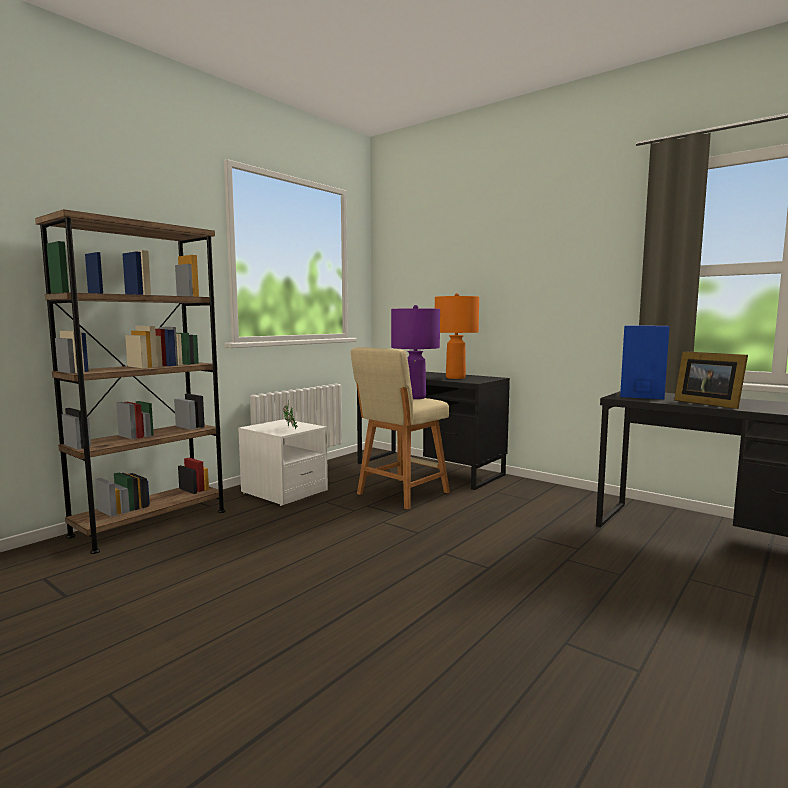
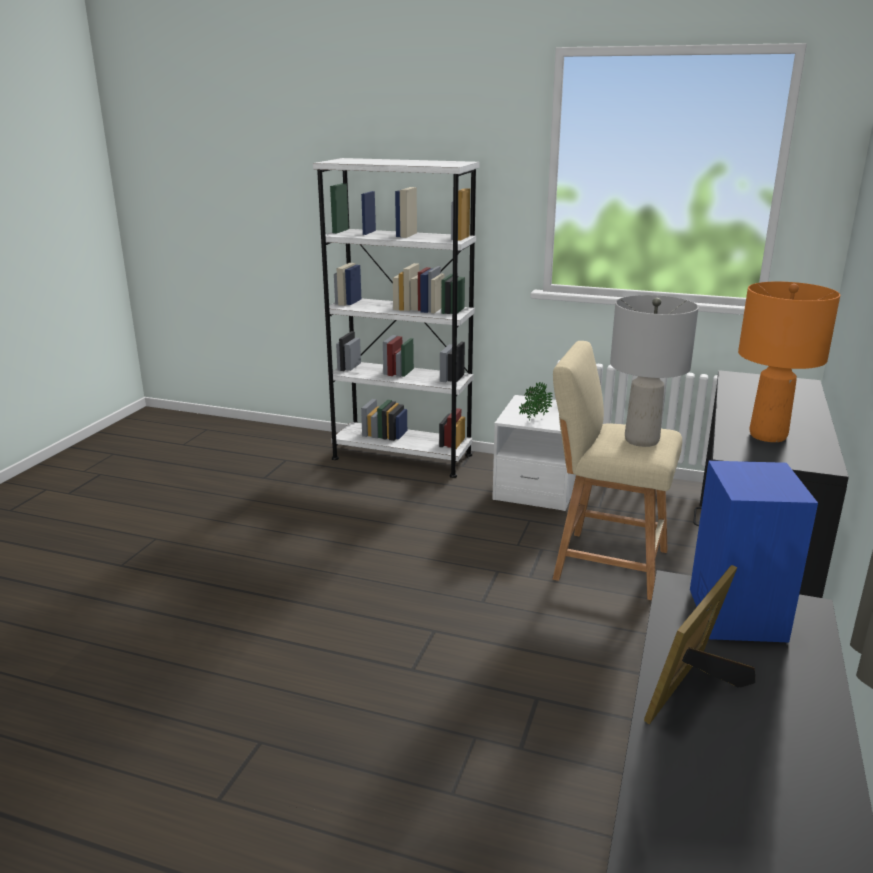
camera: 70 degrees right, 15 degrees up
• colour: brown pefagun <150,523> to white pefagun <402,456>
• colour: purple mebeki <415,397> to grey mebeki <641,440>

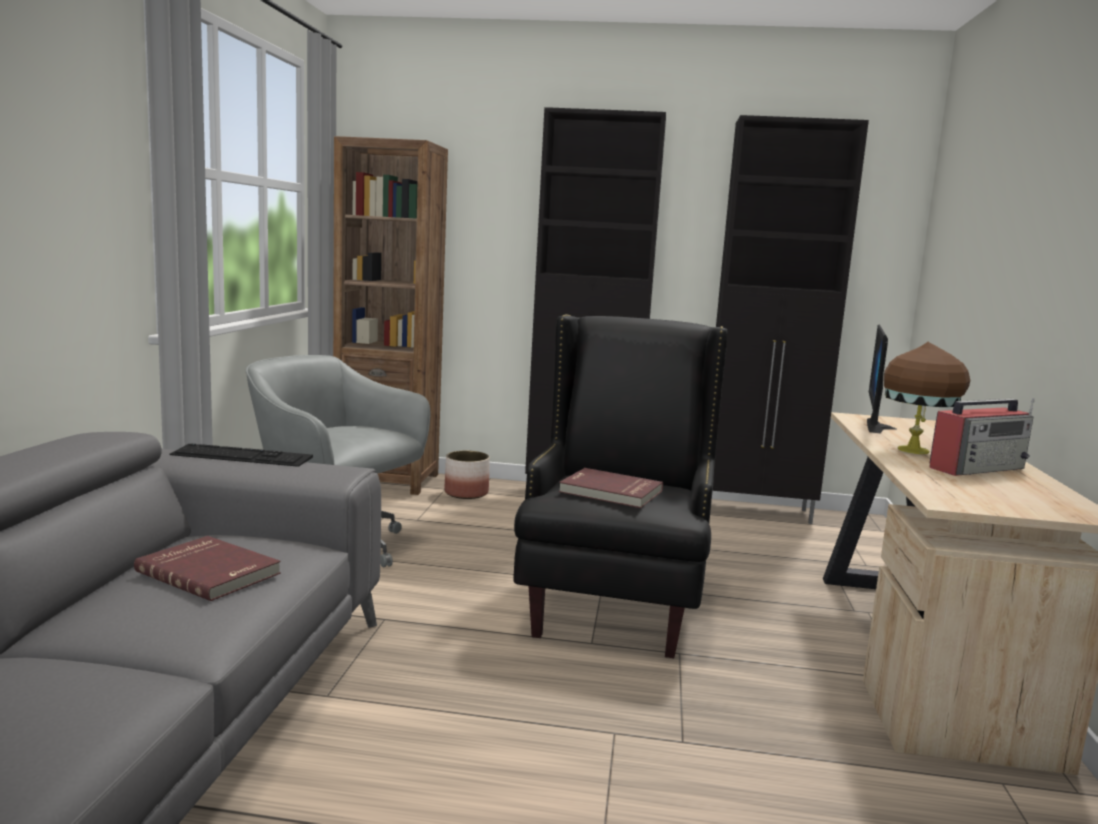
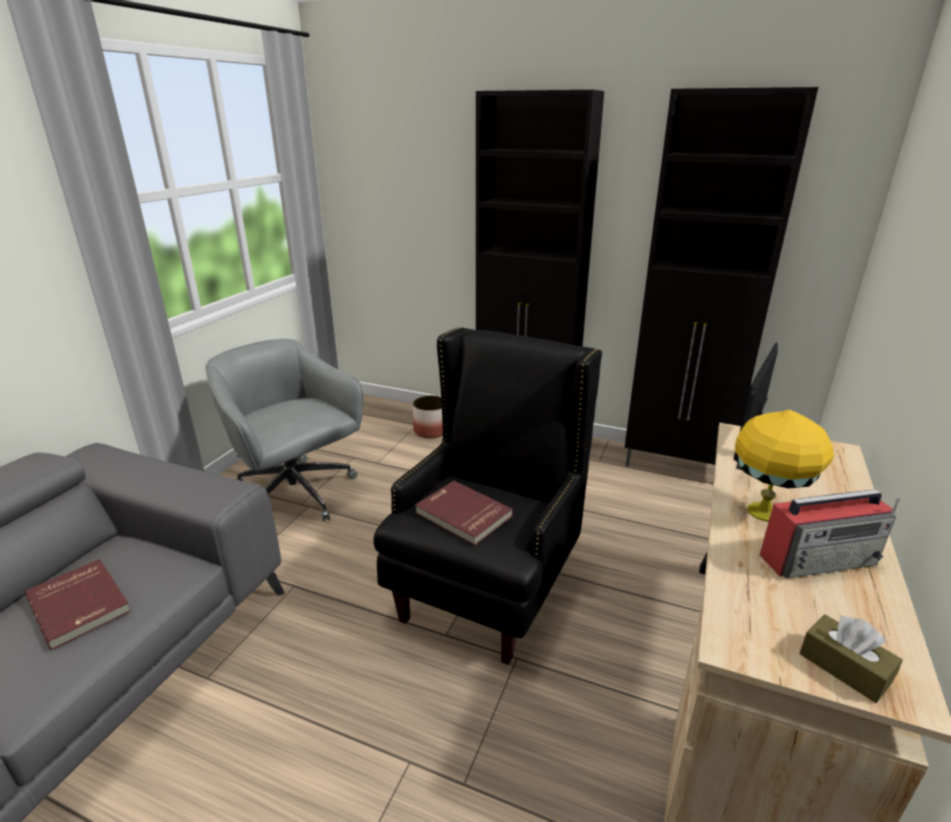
camera: 15 degrees right, 15 degrees up
• missing: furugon <242,456>
• missing: brown pefagun <387,480>
• colour: brown mebeki <915,450> to yellow mebeki <765,512>
• appeared: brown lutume <844,667>

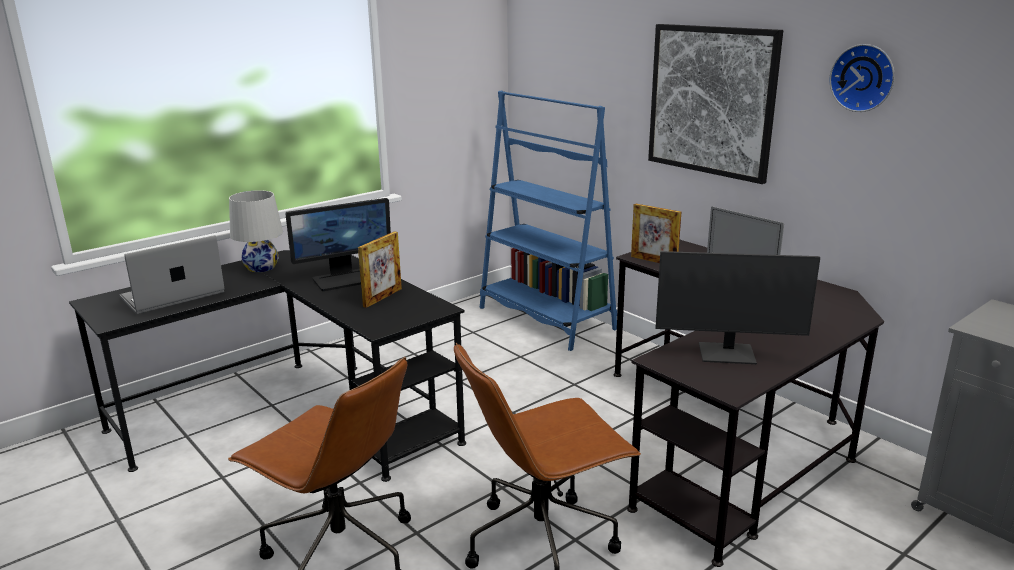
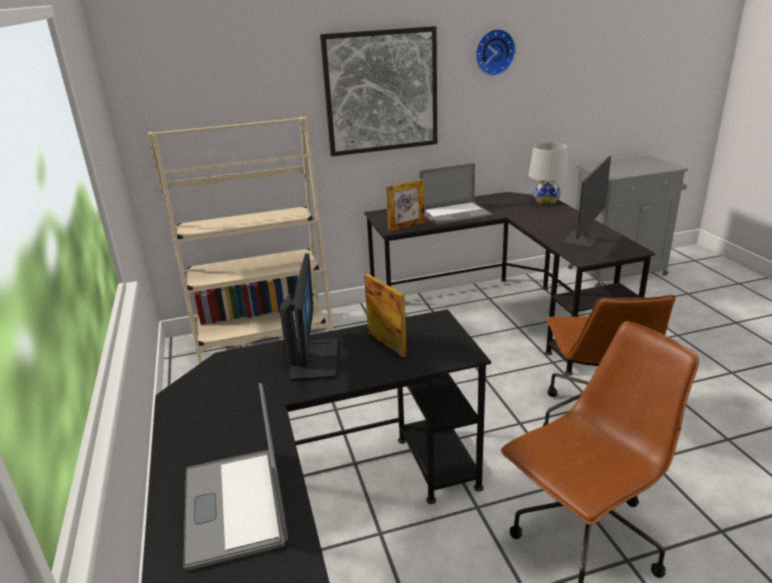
camera: 65 degrees left, 5 degrees up
• relocated: white mebeki <261,267> to <546,201>
• colour: blue pefagun <546,318> to beige pefagun <263,337>

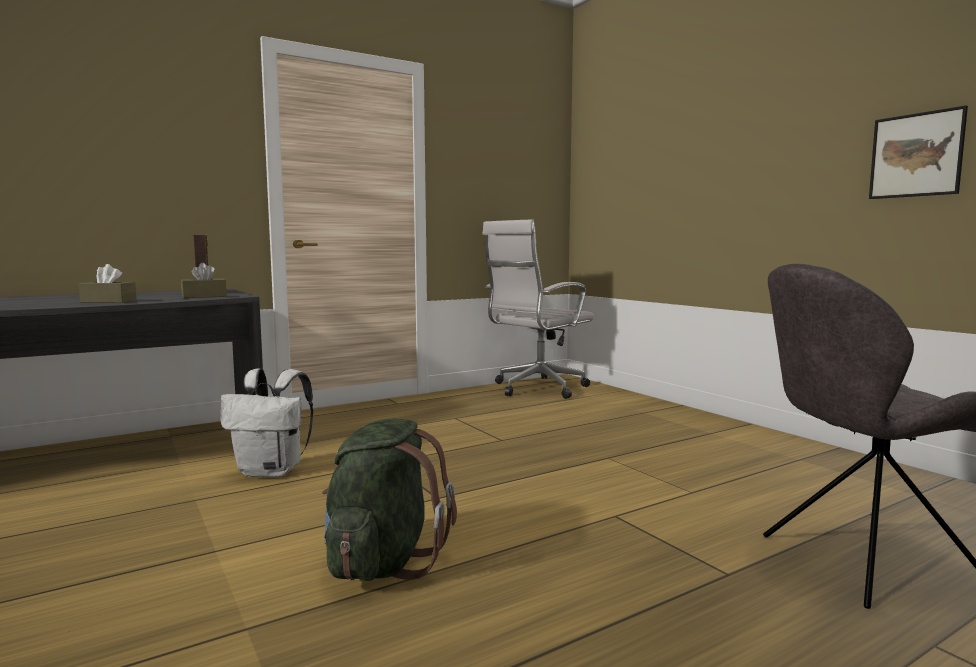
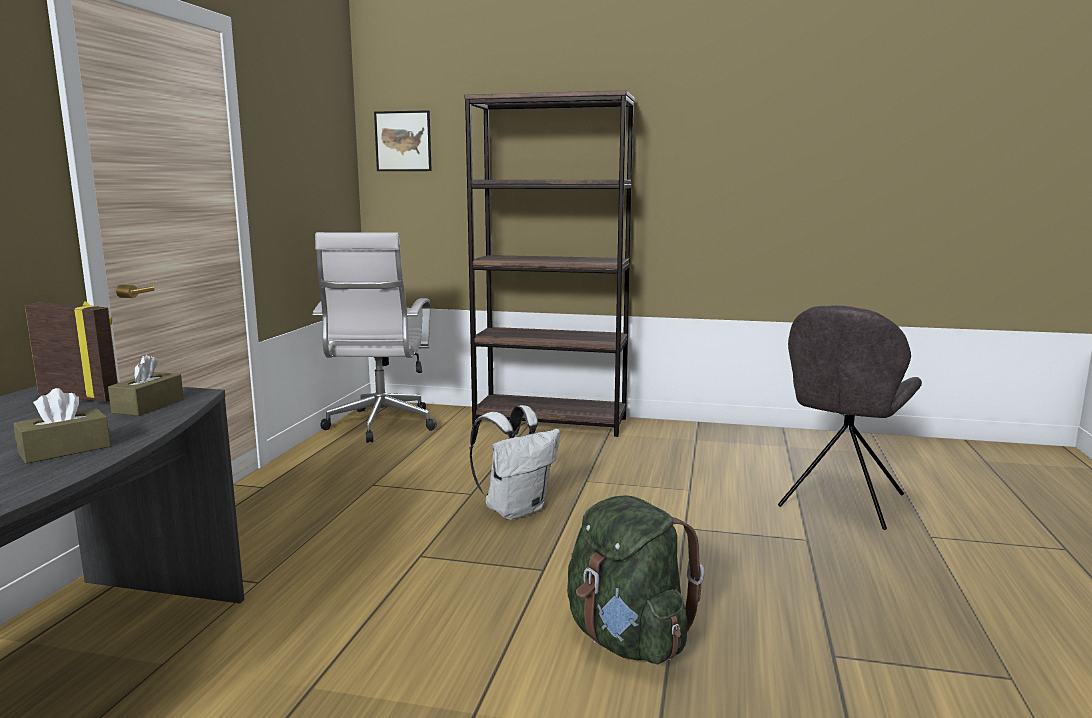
camera: 45 degrees left, 5 degrees up
• relocated: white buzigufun <272,471> to <516,510>
• relocated: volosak <916,155> to <403,141>
• appeared: brown pefagun <551,422>

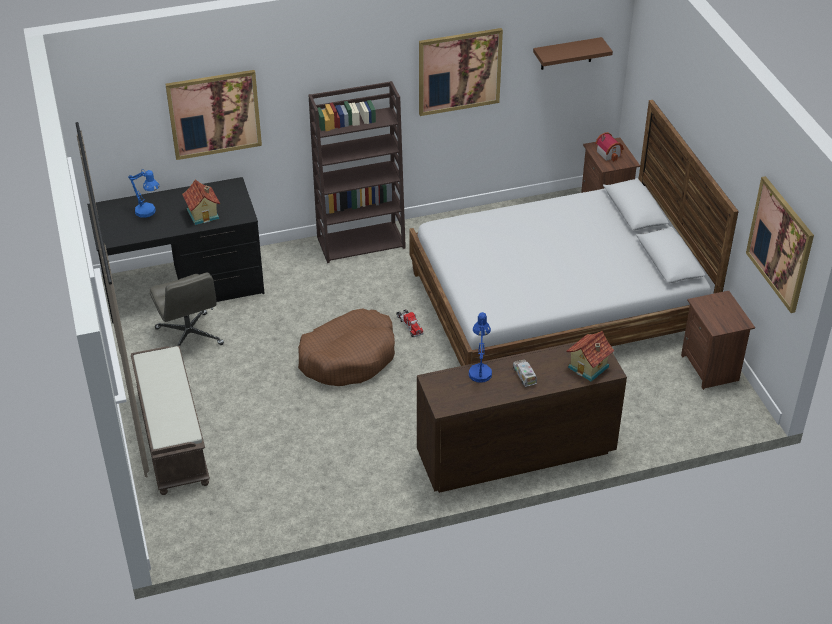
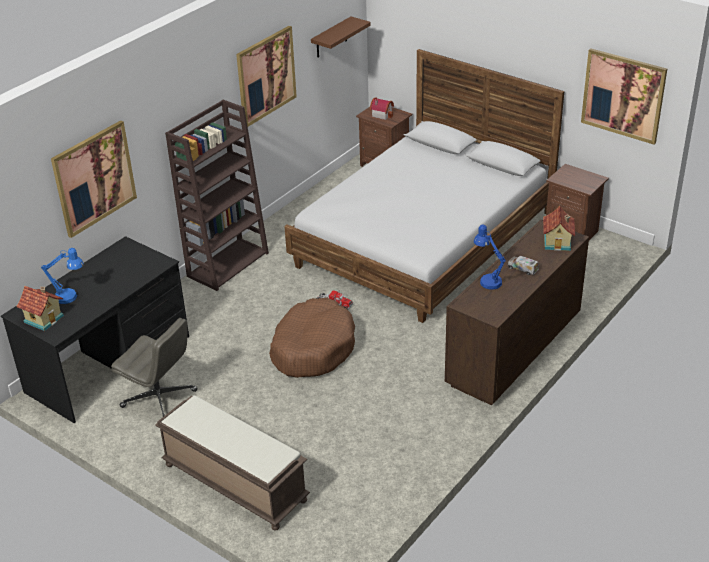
camera: 35 degrees left, 5 degrees down
• relocated: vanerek <203,214> to <44,318>

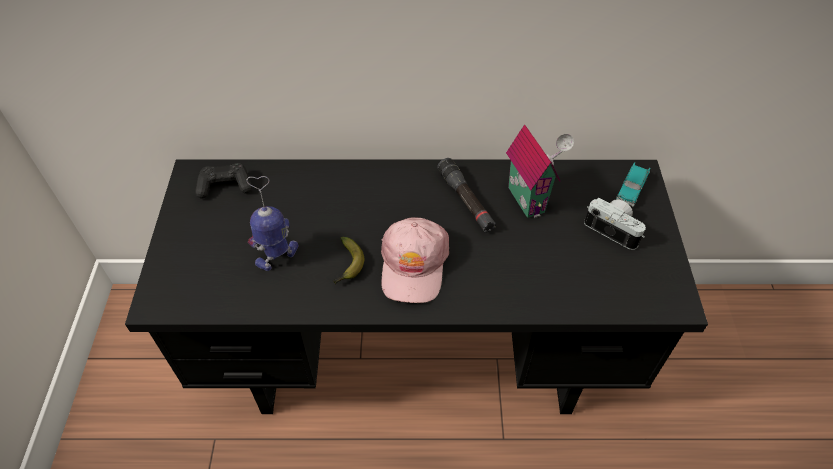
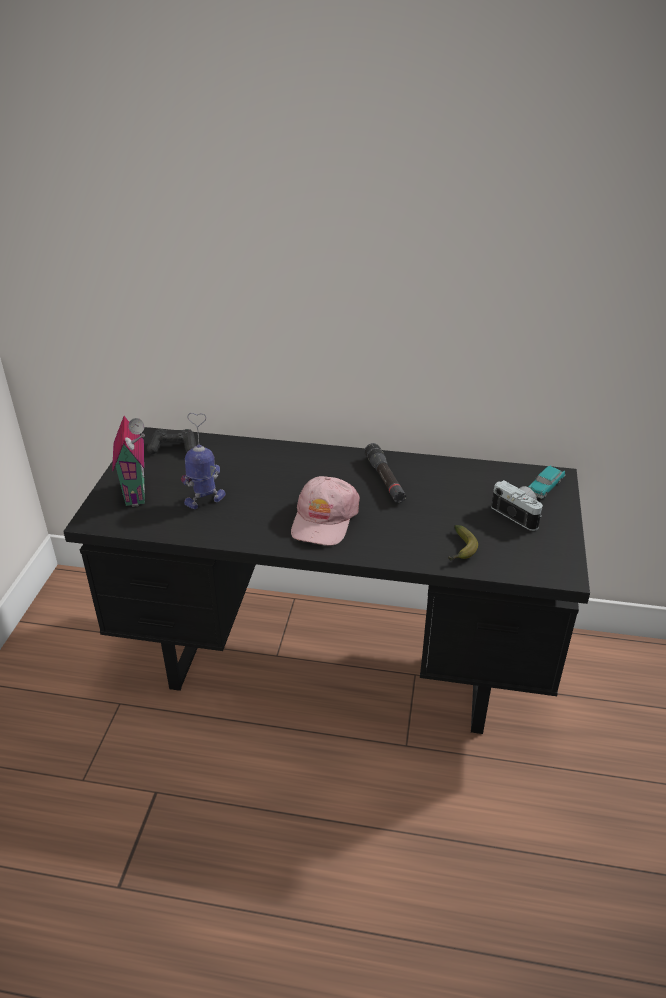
camera: 10 degrees right, 15 degrees down
• relocated: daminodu <347,265> to <460,550>
• relocated: vanerek <529,199> to <138,492>

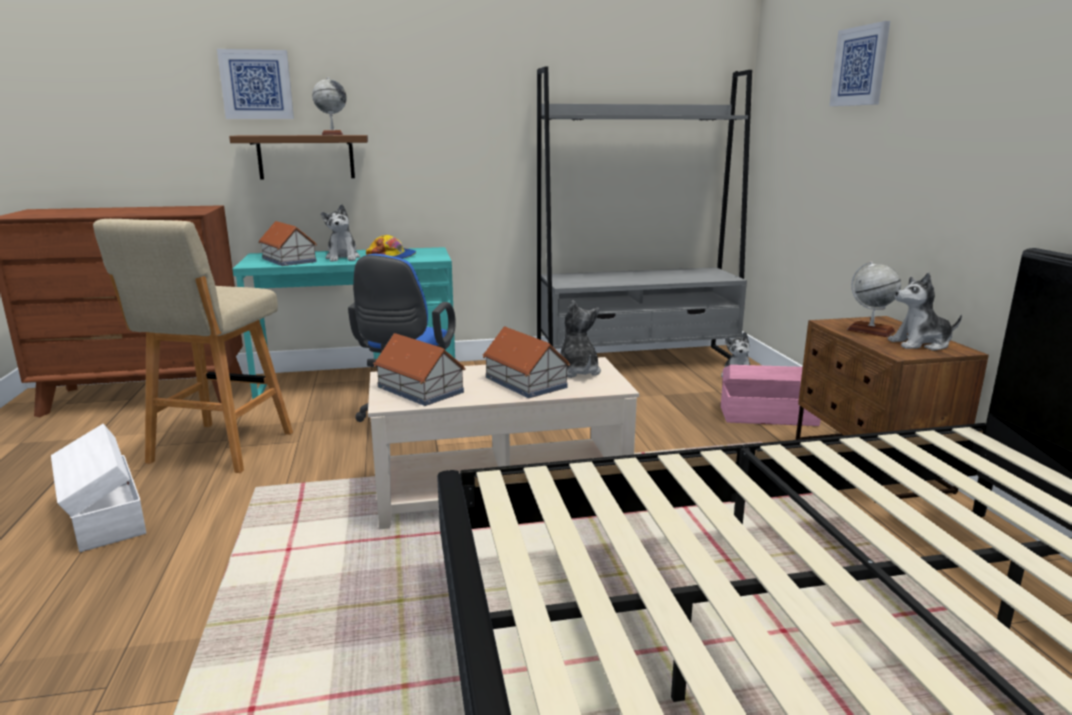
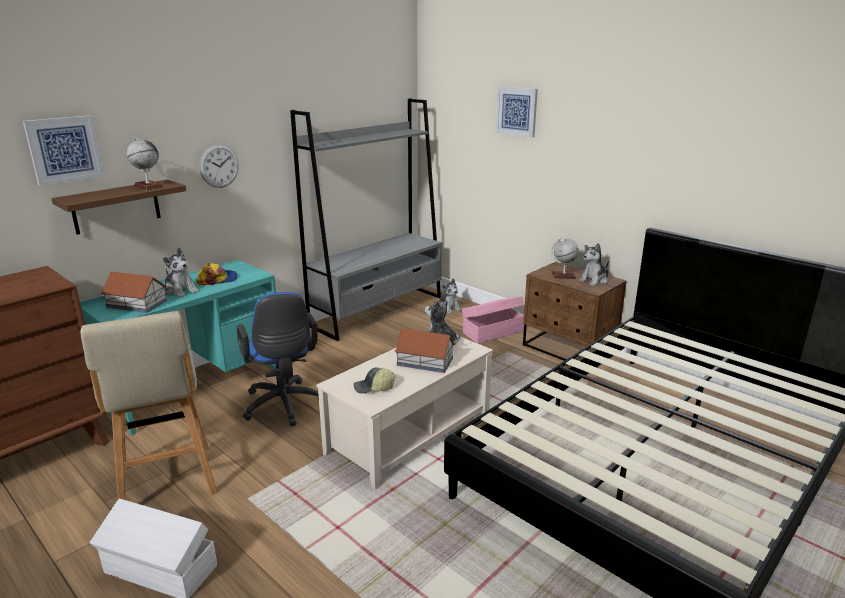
camera: 35 degrees left, 5 degrees up
• exchanged: vanerek <420,390> to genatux <374,388>
• appeared: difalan <219,166>

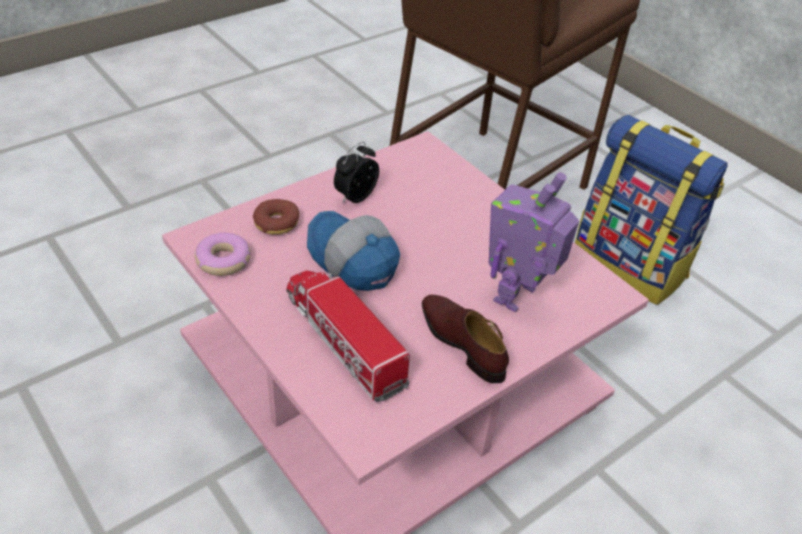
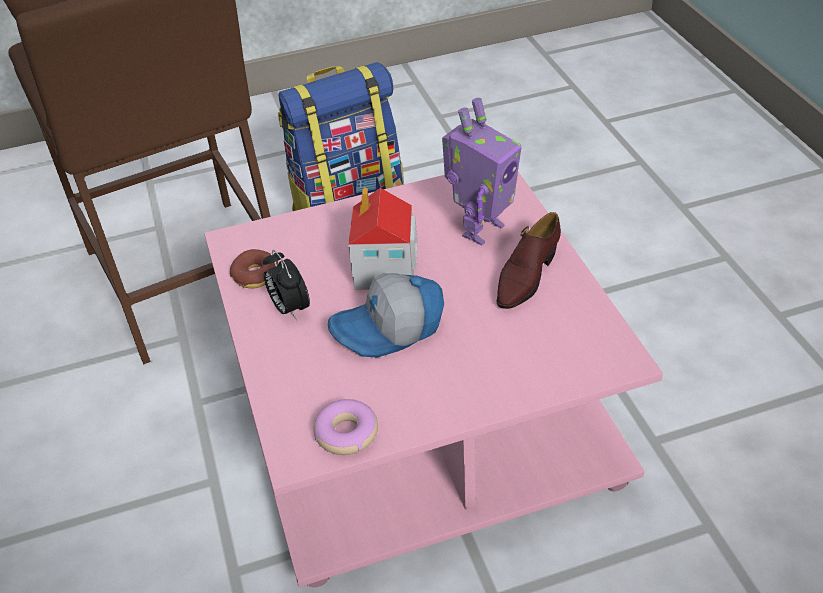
camera: 65 degrees left, 0 degrees up
• relocated: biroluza <276,223> to <256,275>
• missing: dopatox <343,340>
• spun: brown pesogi <462,342> = <526,276> 45 degrees counterclockwise
• spun: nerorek <517,296> = <480,229> 105 degrees counterclockwise
• appeared: vanerek <385,270>

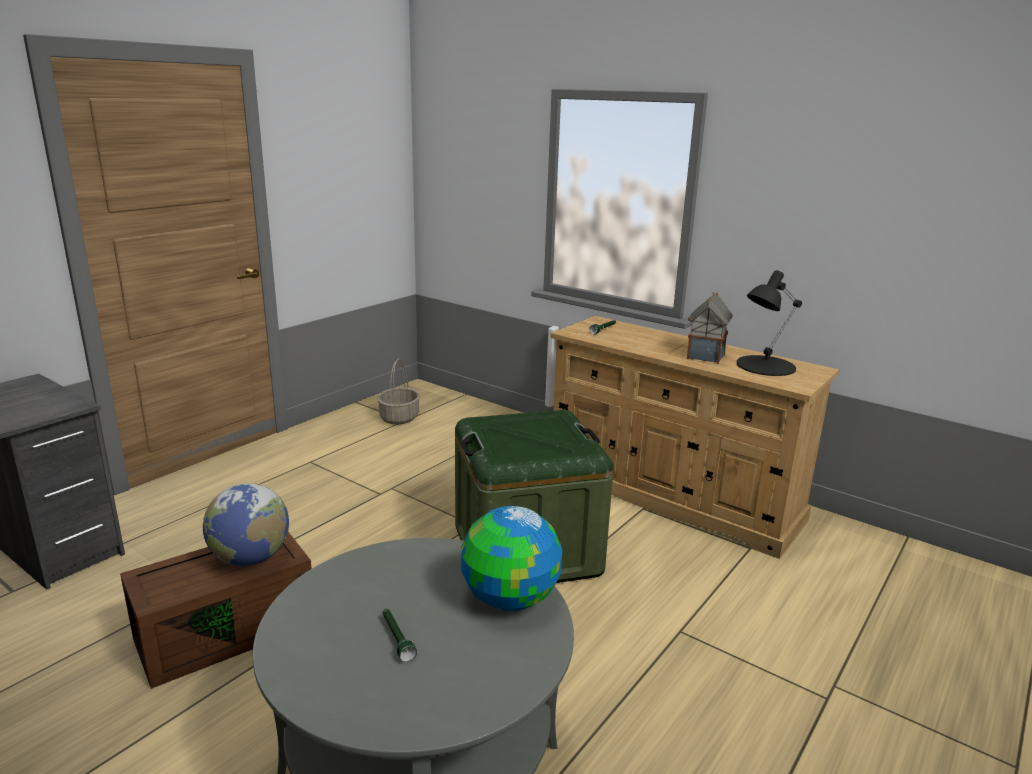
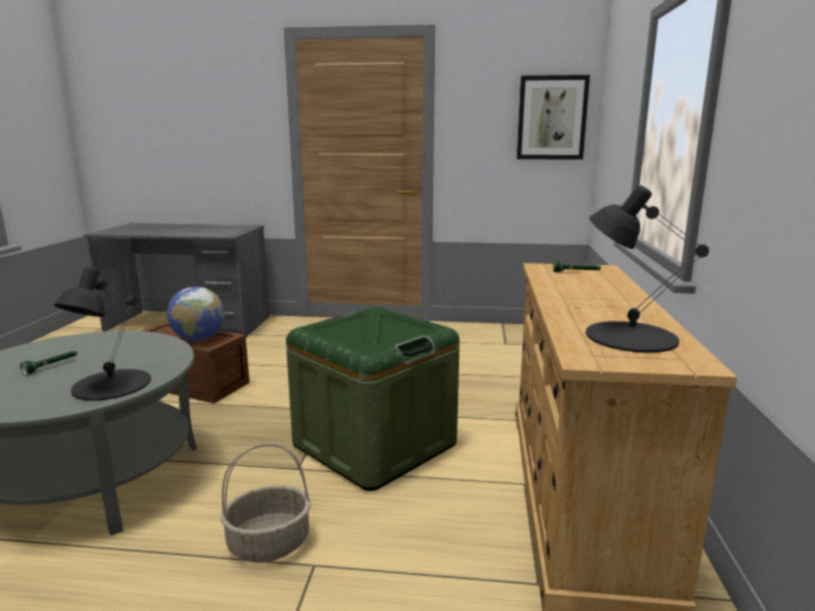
camera: 60 degrees right, 5 degrees down
• relocated: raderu <399,418> to <268,544>
• exchanged: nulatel <510,599> to black mebeki <110,385>
• missing: vanerek <705,356>
• appeared: volosak <551,118>

